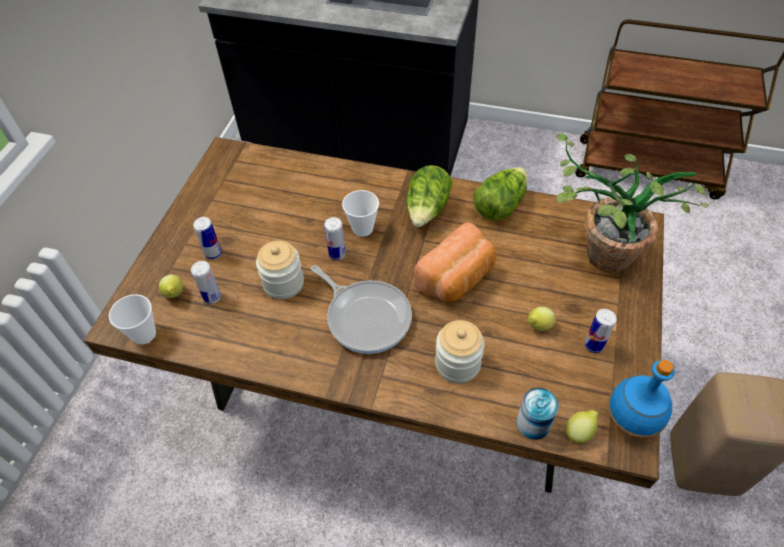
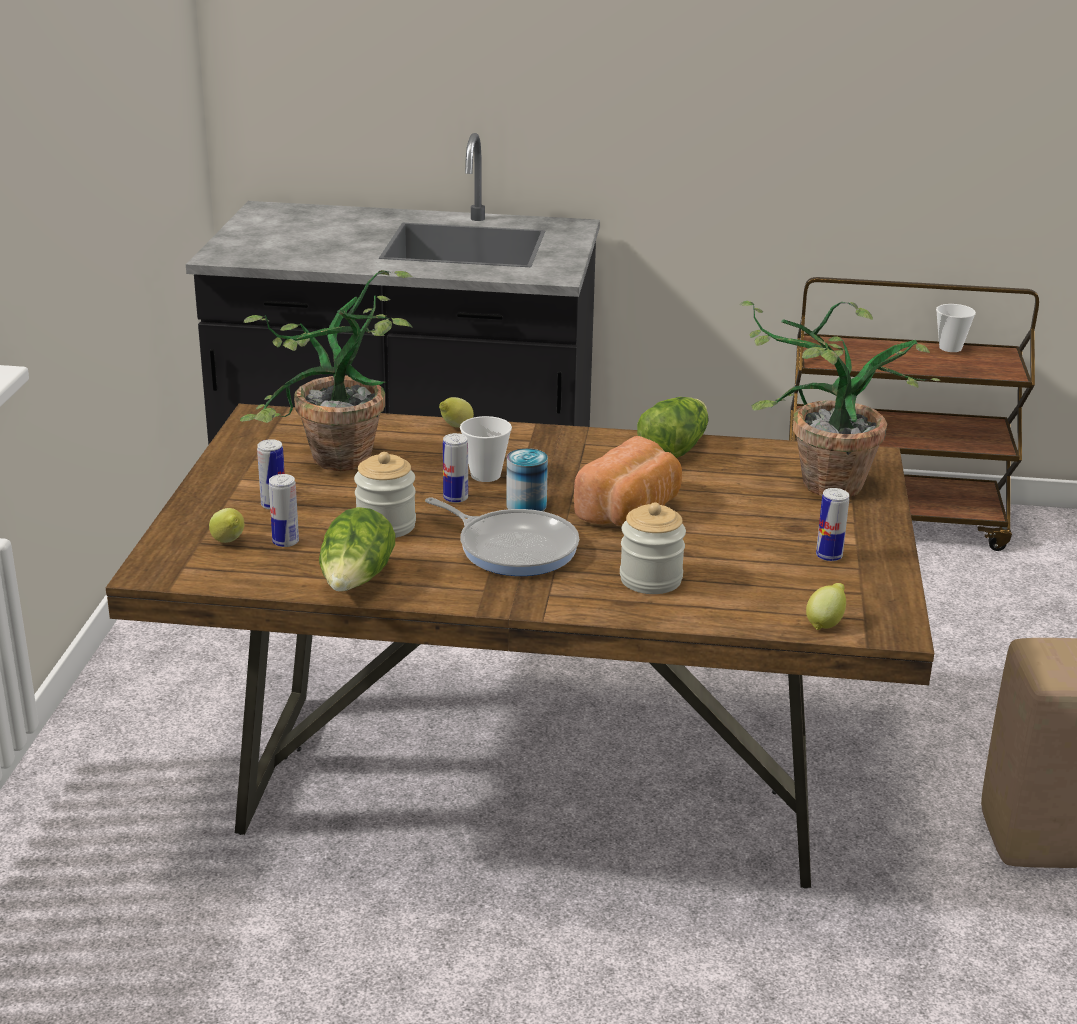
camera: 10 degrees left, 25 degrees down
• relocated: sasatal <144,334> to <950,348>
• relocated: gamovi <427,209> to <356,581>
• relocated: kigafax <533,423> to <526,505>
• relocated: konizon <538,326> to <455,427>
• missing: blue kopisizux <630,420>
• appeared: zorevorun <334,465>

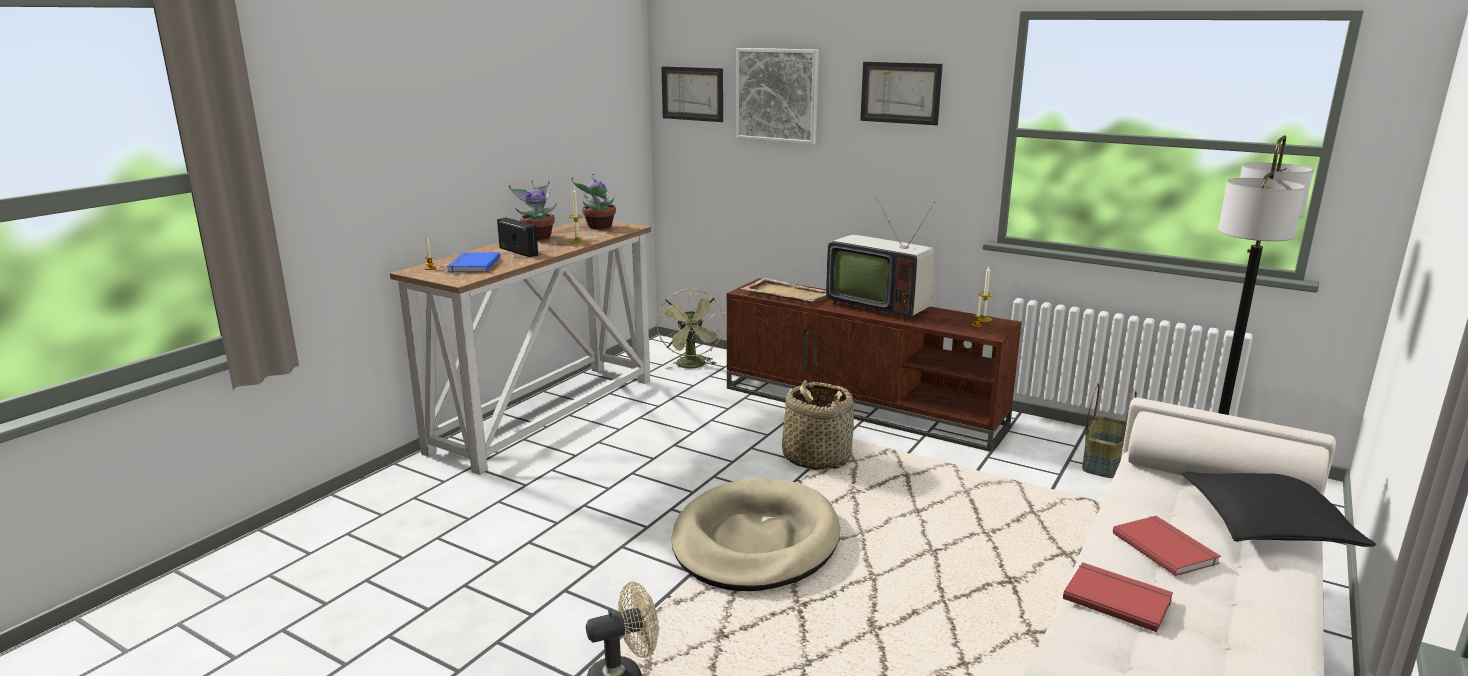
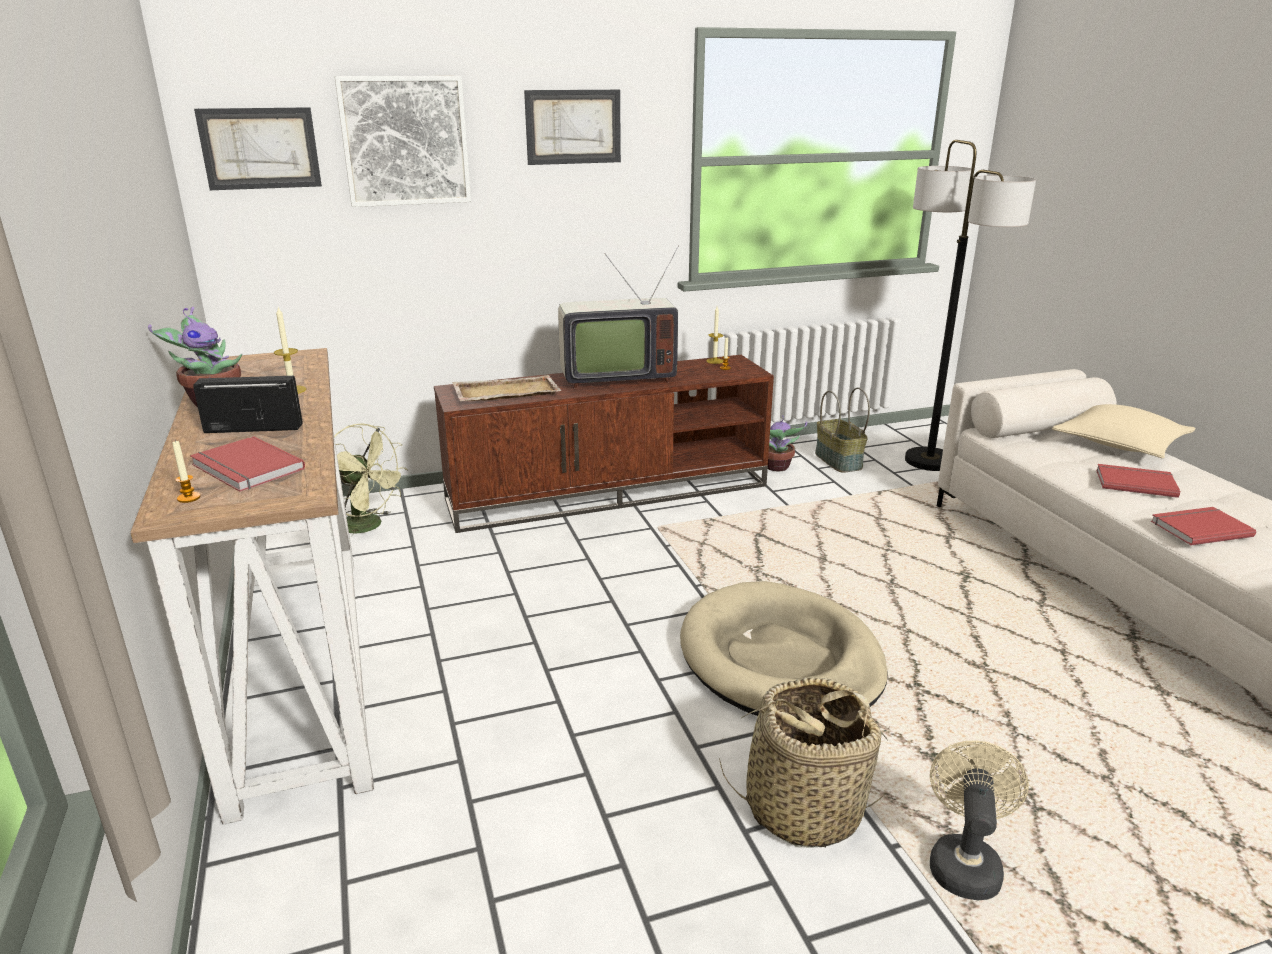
camera: 50 degrees left, 5 degrees up
• colour: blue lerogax <472,265> to red lerogax <245,468>
• relocated: zorevorun <598,227> to <777,467>
• relocated: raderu <816,457> to <803,808>
• colour: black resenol <1267,524> to beige resenol <1120,443>

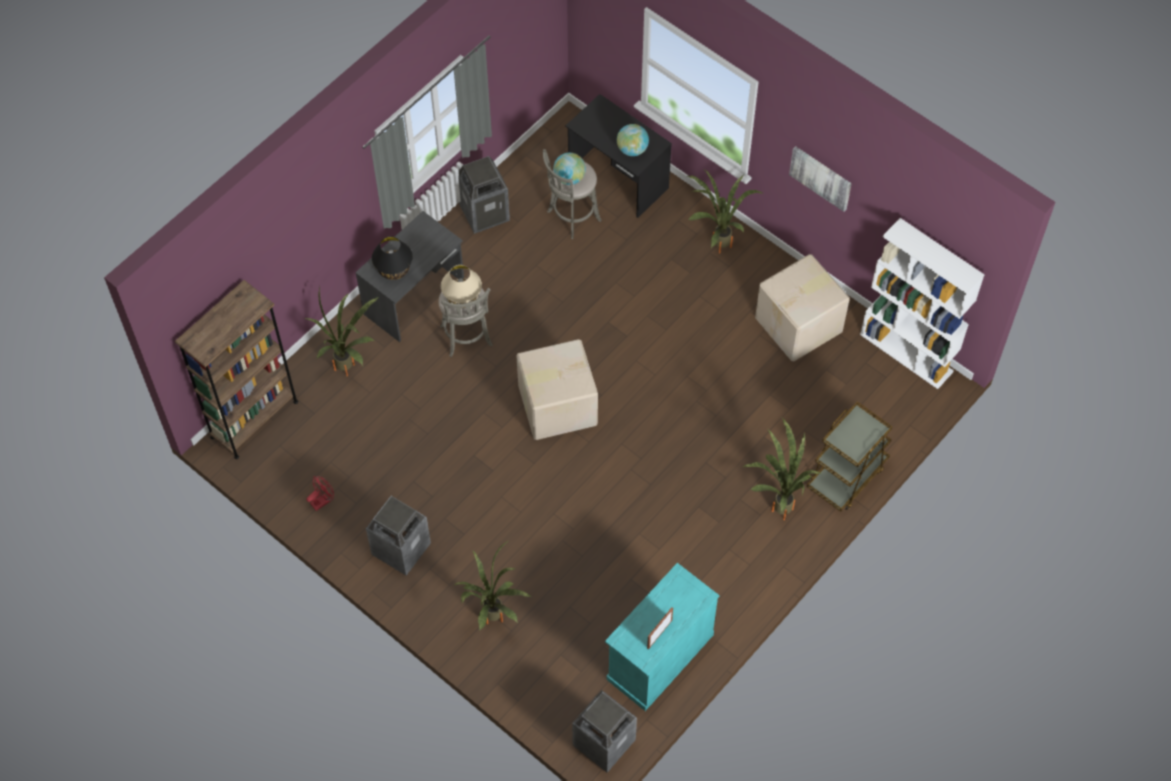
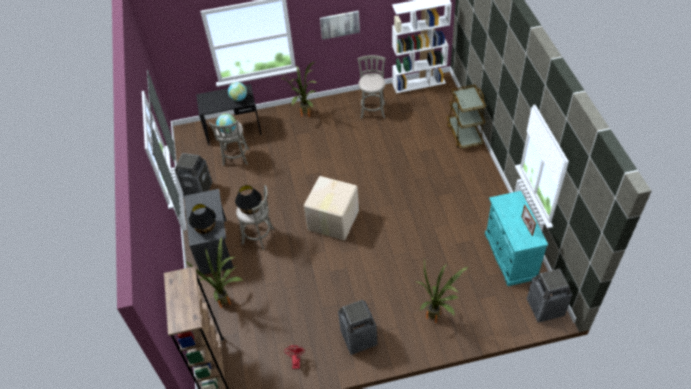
camera: 50 degrees left, 10 degrees down
• colour: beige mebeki <462,297> to black mebeki <250,208>
• missing: zorevorun <778,505>
• exchanged: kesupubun <800,325> to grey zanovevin <372,109>

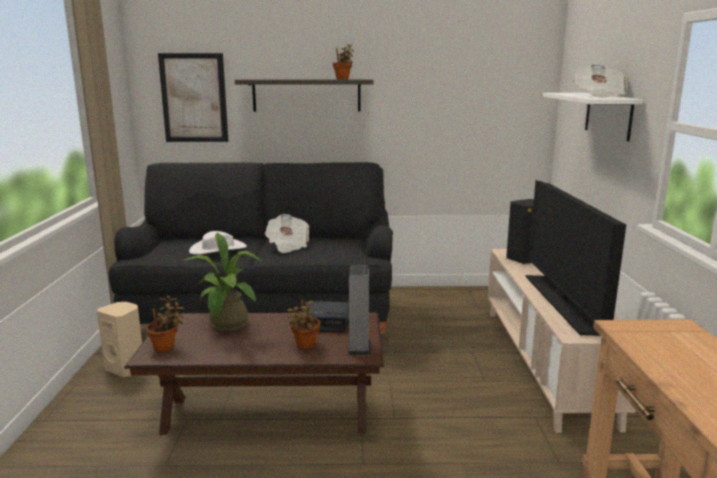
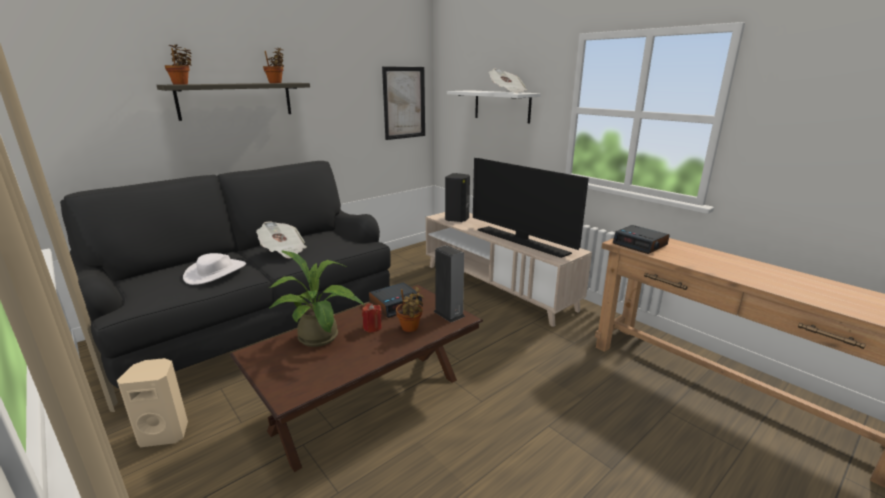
camera: 40 degrees left, 5 degrees up
• relocated: zorevorun <166,347> to <182,84>
• relocated: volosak <194,98> to <404,103>
• appeared: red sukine <372,327>
• appeared: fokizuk <640,244>

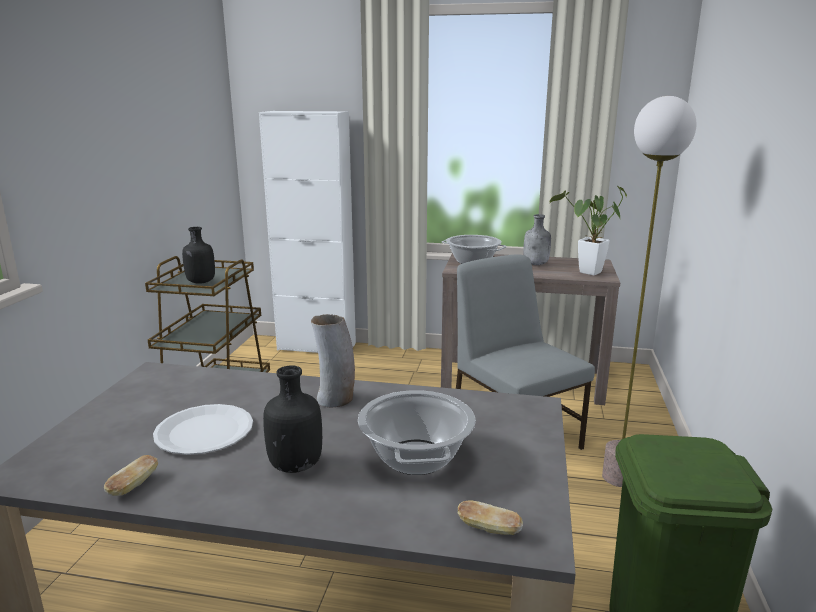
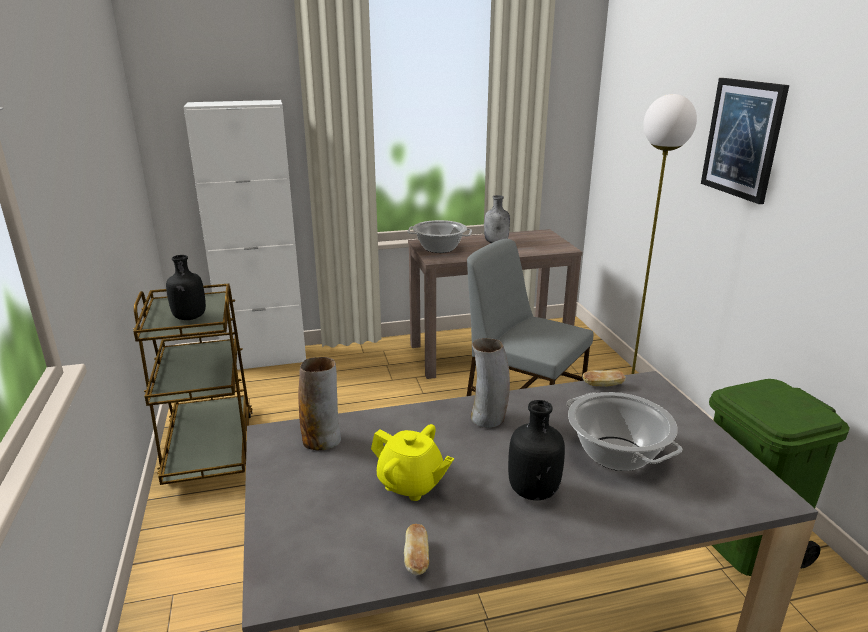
camera: 25 degrees left, 5 degrees up
• exchanged: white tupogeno <204,431> to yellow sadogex <411,484>
• relocated: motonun <489,529> to <603,385>
• missing: zorevorun <587,273>
• appeared: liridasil <322,439>
• appeared: volosak <742,139>

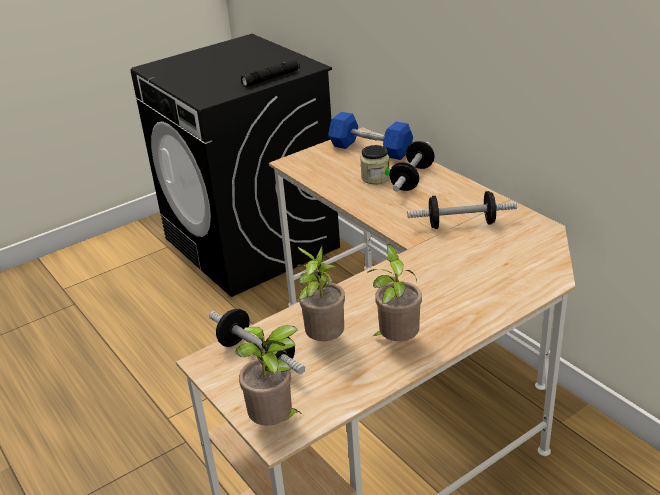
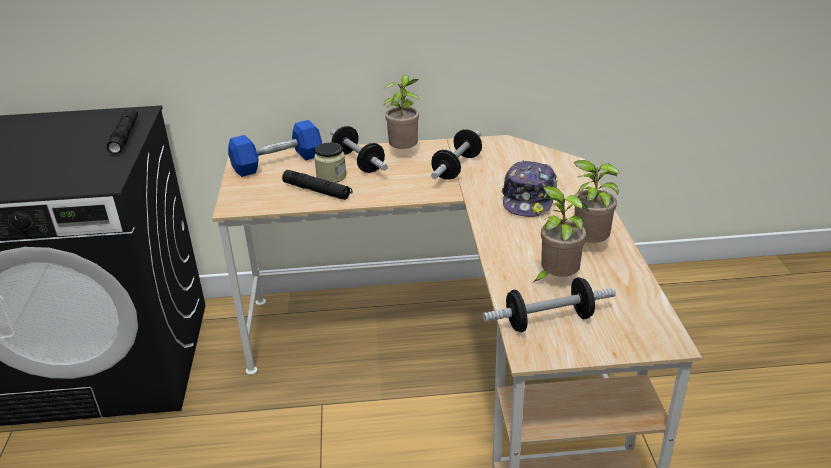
camera: 60 degrees left, 0 degrees up
• relocated: zorevorun <275,423> to <404,152>
• appeared: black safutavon <317,191>
• appeared: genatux <529,199>

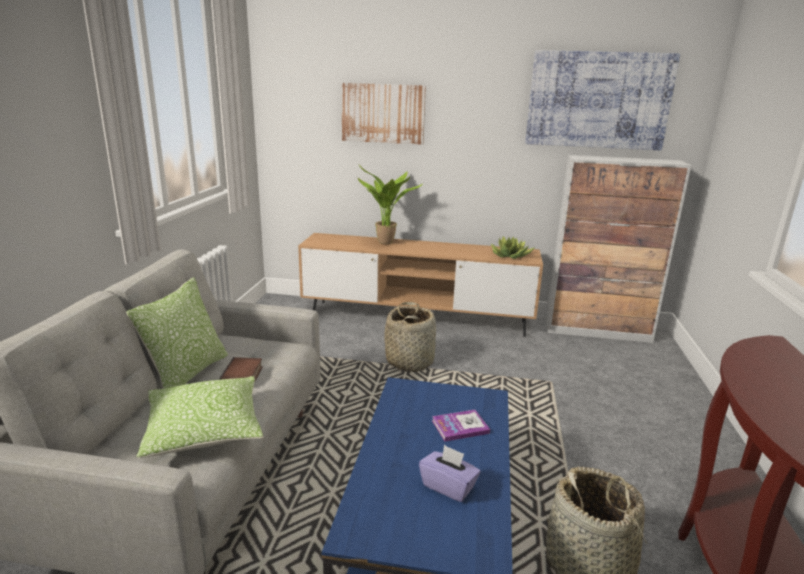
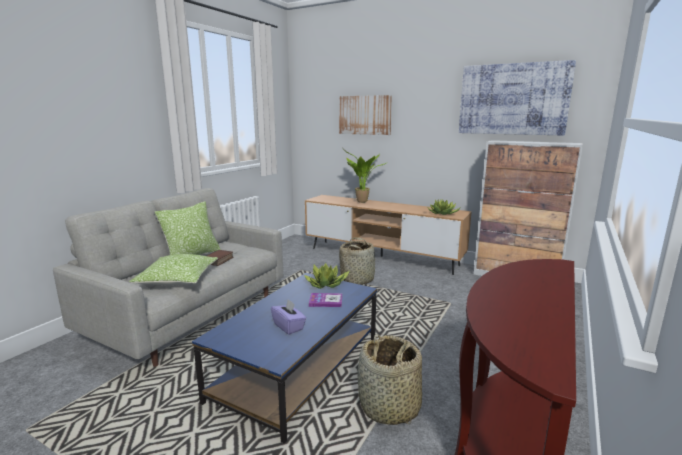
camera: 20 degrees right, 5 degrees down
• appeared: zorevorun <326,284>

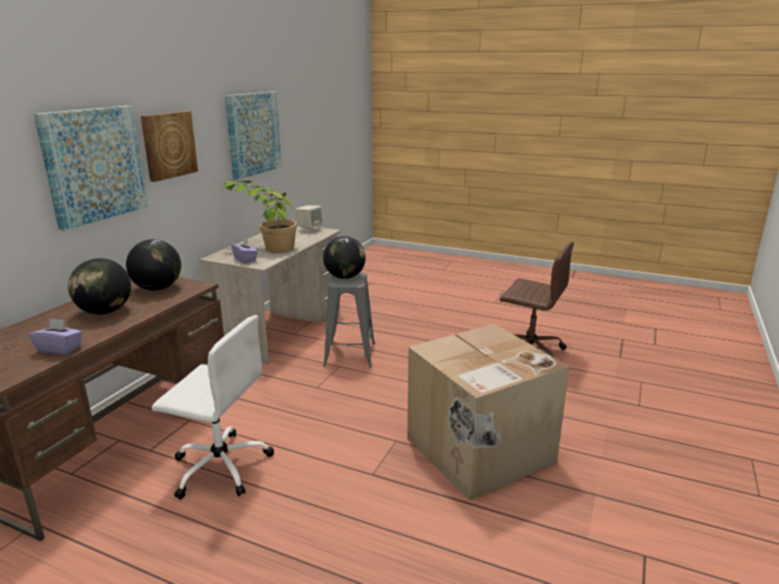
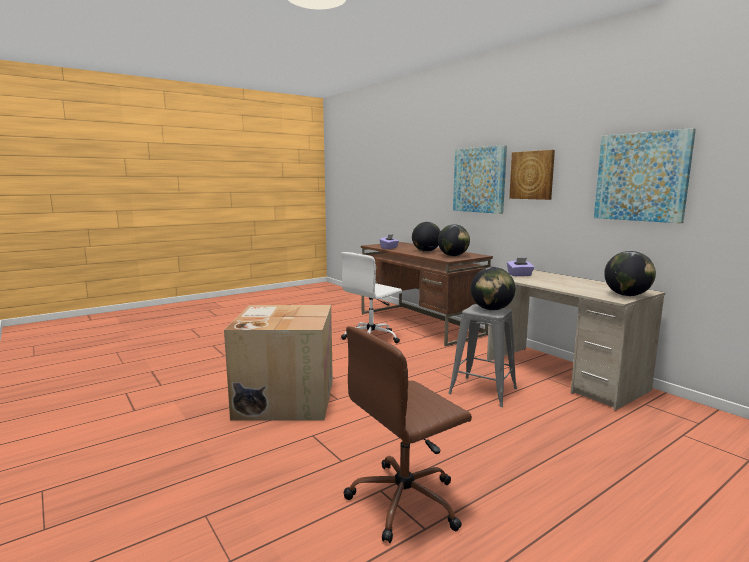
camera: 120 degrees right, 10 degrees down
• missing: zorevorun <267,246>
• exchanged: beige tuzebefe <309,229> to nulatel <627,295>

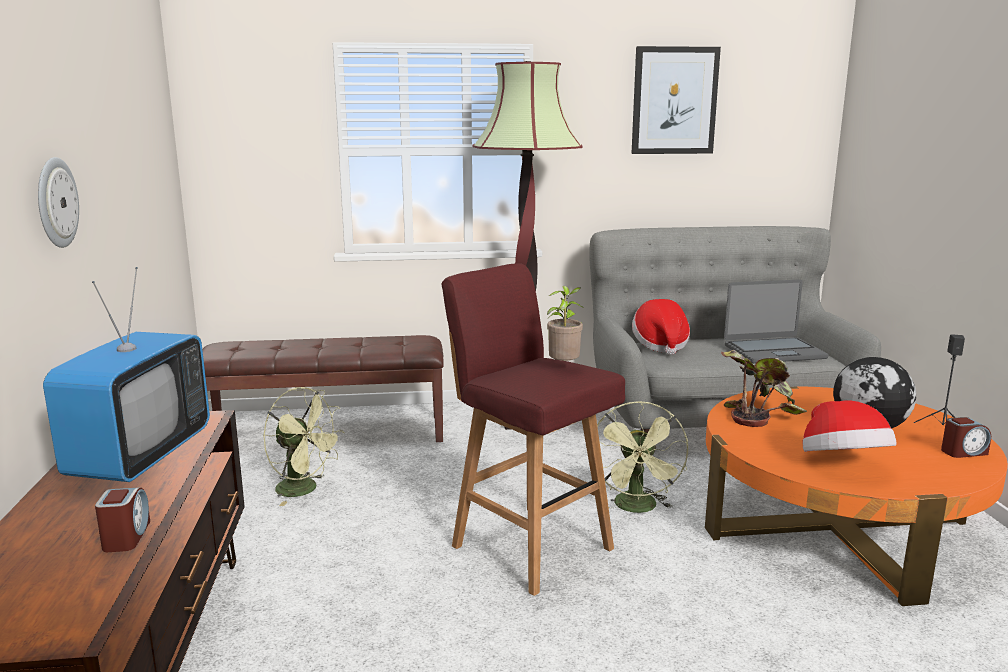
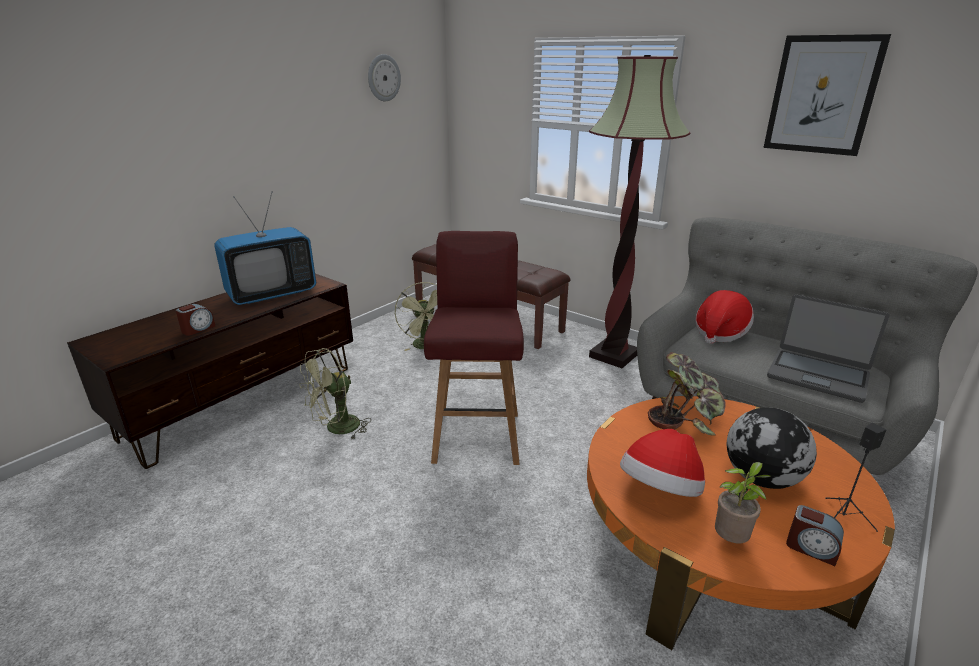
camera: 45 degrees right, 10 degrees up
• relocated: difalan <55,202> to <383,78>
• relocated: zorevorun <564,367> to <731,540>
• relocated: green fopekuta <638,508> to <337,429>

